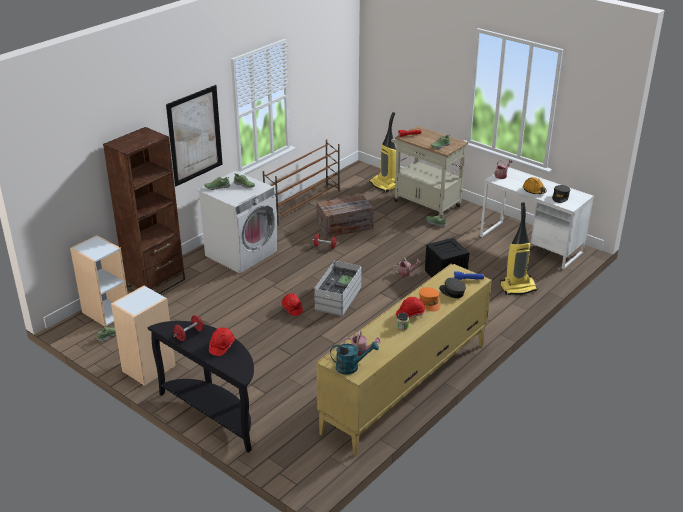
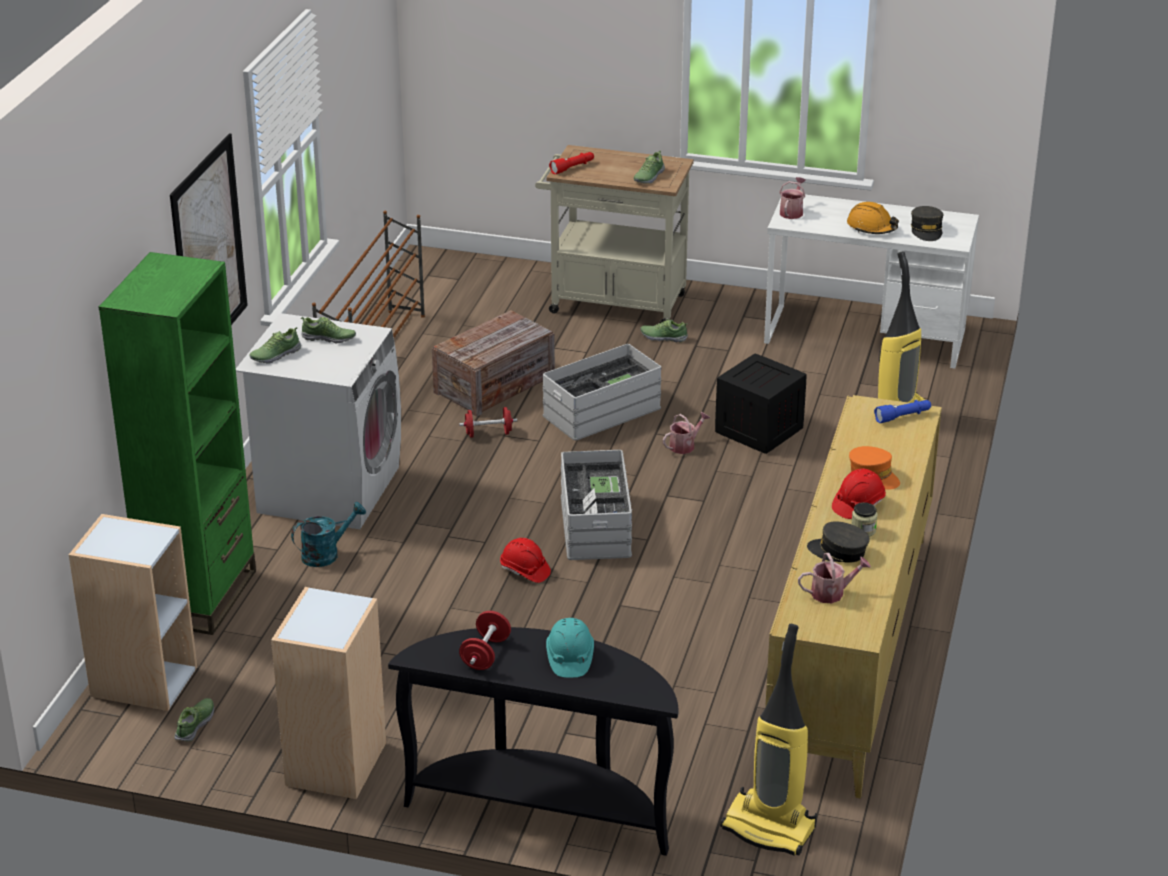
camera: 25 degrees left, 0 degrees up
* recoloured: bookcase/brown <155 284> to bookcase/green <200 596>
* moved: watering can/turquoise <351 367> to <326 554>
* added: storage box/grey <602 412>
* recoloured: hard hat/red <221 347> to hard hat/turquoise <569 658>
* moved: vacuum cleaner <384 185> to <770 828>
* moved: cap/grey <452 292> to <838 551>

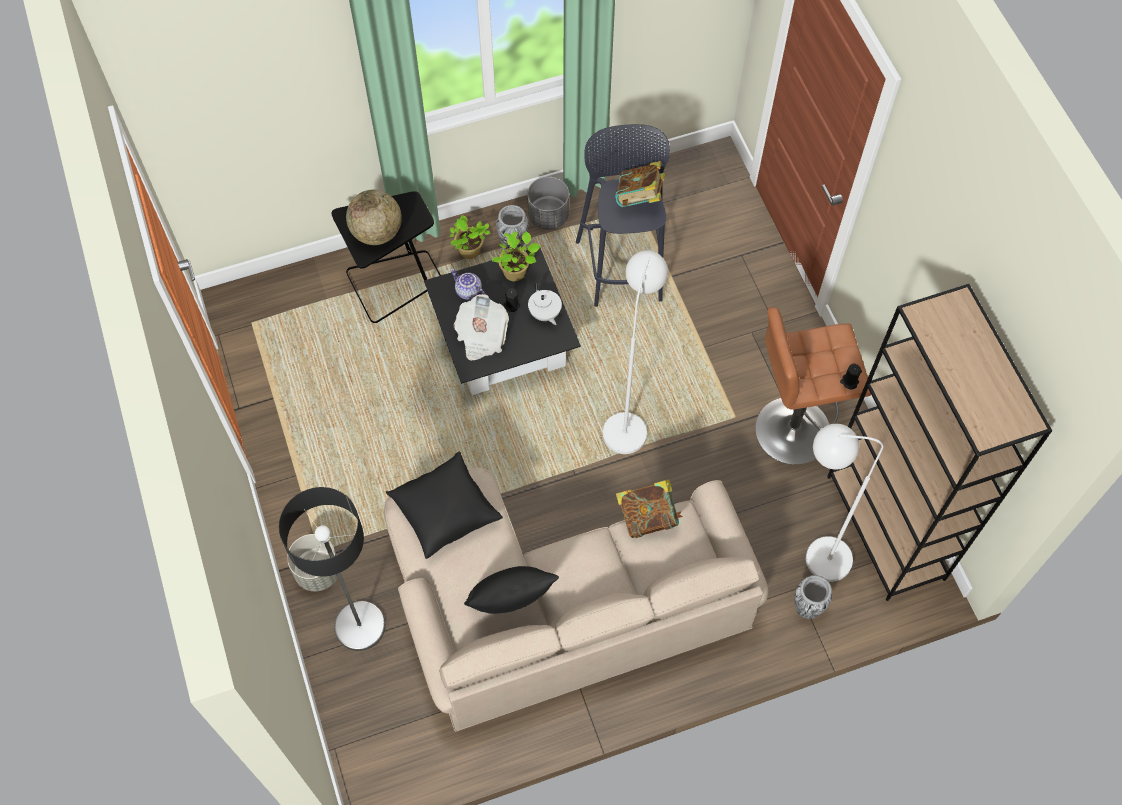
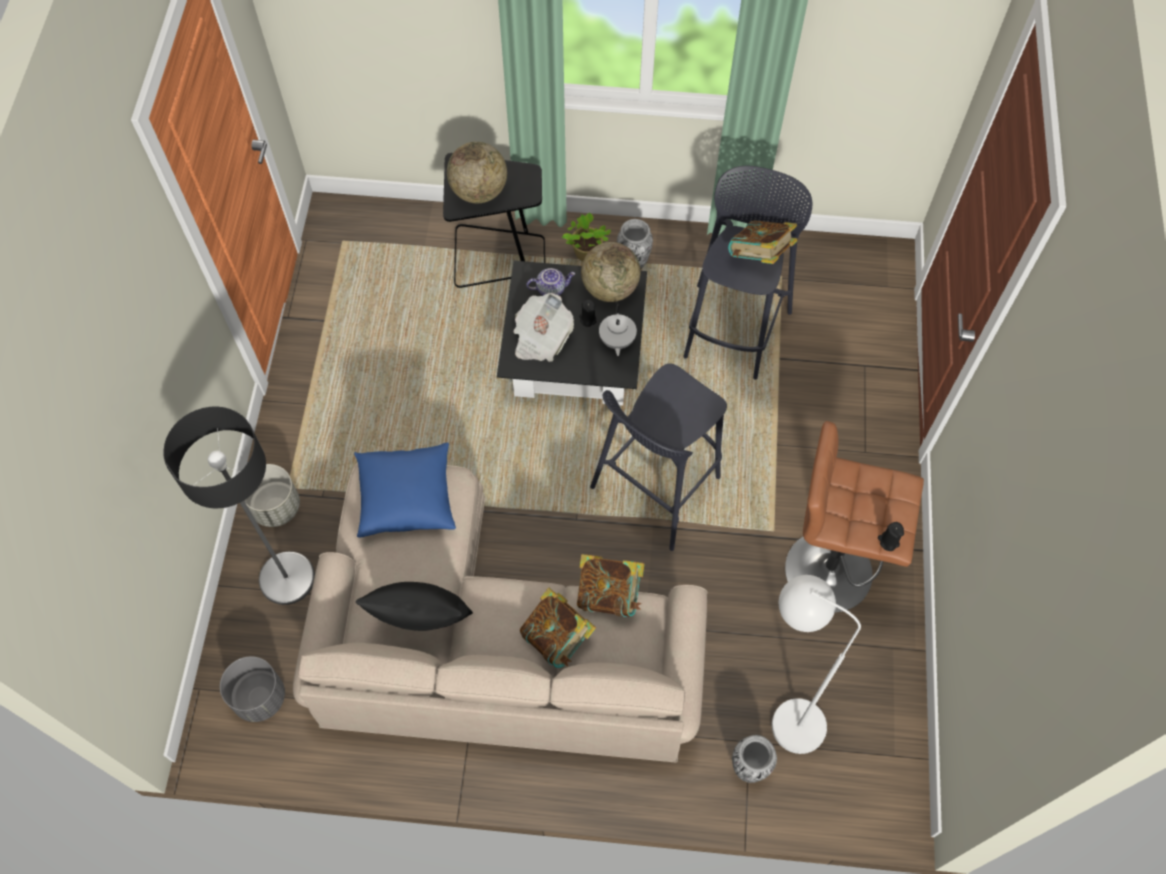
camera: 25 degrees right, 0 degrees up
* moved: planter/grey <548 216> to <259 697>
* recoloured: pillow/black <445 511> to pillow/blue <406 497>
* added: book <557 637>
* turned: teapot <468 291> = <551 288> 105 degrees clockwise
* replaced: potted plant <516 272> to globe <610 288>
* replaced: floor lamp/white <627 422> to stool/grey <657 488>
* removed: bookcase/beige <886 528>

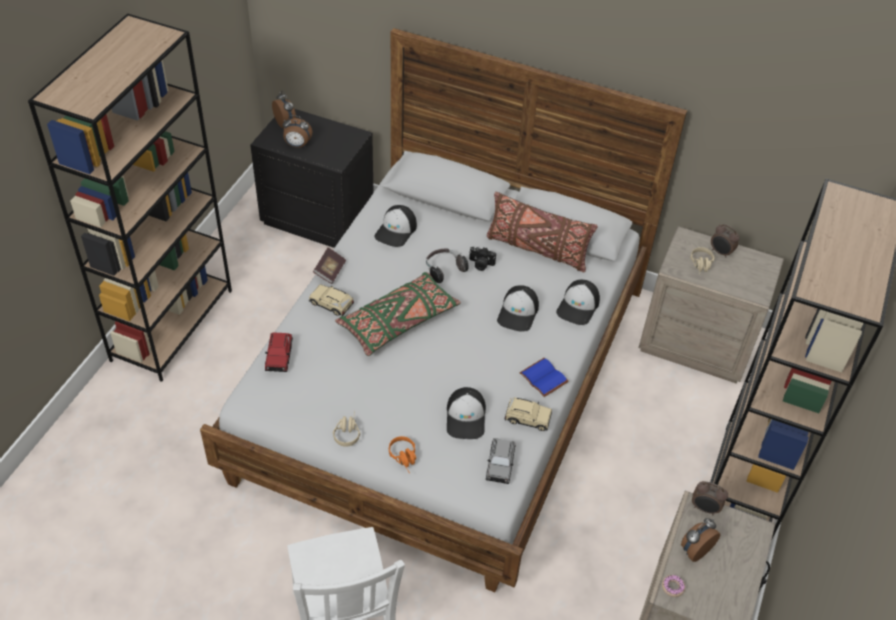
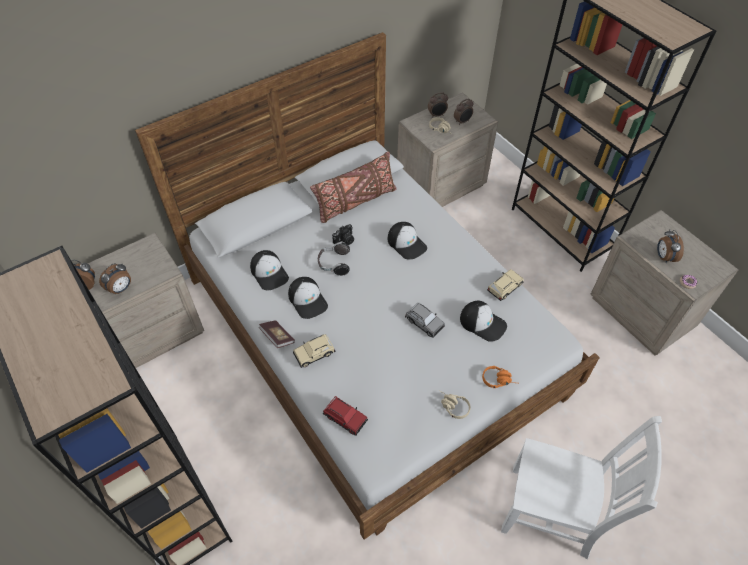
camera: 55 degrees left, 5 degrees up
* recoloured: nightstand/black <318 218> to nightstand/beige <151 332>
* moved: cap <578 306> to <308 300>
* moved: toy car/grey <500 465> to <424 323>
* moved: alarm clock <704 509> to <462 122>
* removed: pillow/green <398 321>
* removed: book/blue <545 378>

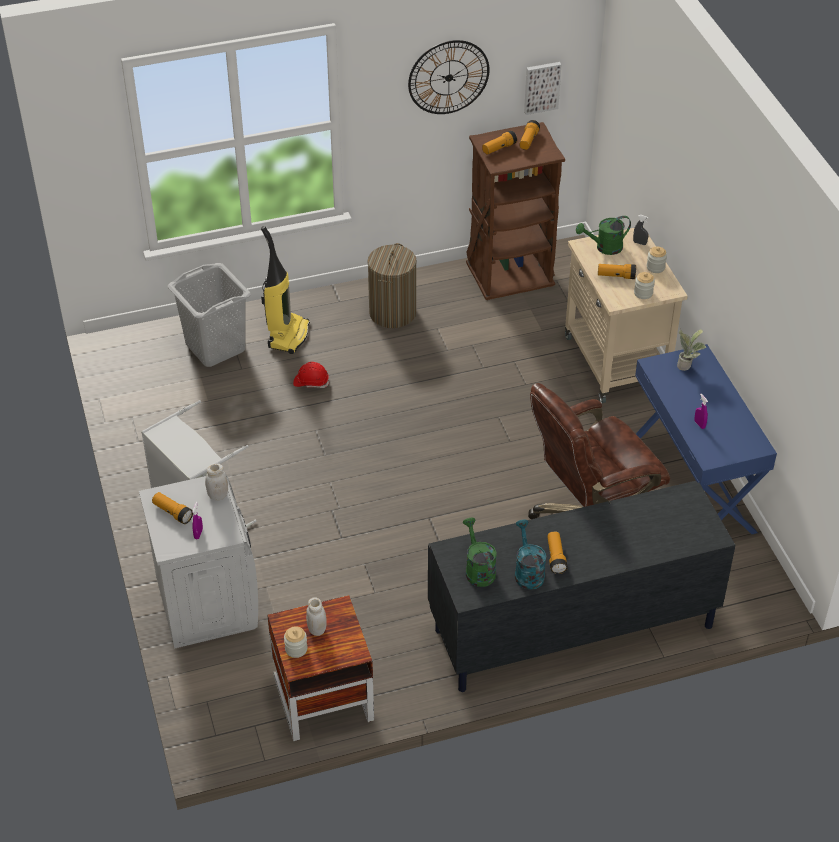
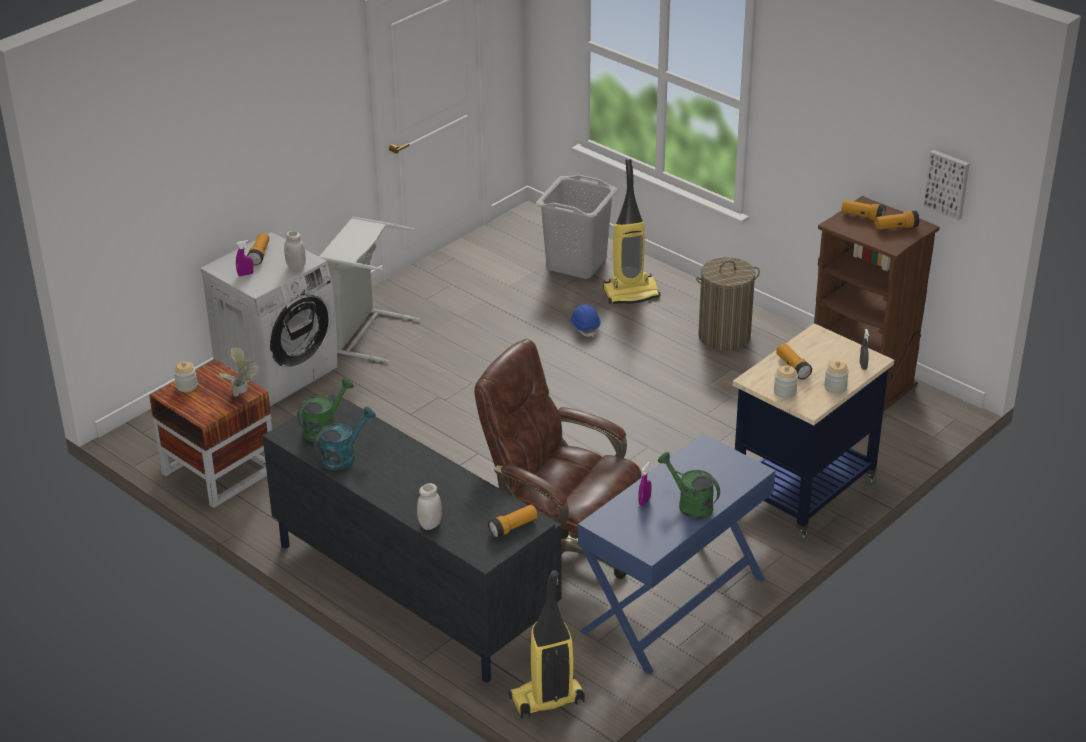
camera: 60 degrees right, 10 degrees down
* moved: potted plant <687 365> to <242 395>
* moved: jar/white <317 629> to <430 524>
* moved: flashlight <555 557> to <513 527>
* added: vacuum cleaner <546 701>
* recoloured: hard hat/red <311 382> to hard hat/blue <584 327>
* moved: watering can/green <604 248> to <690 504>
* recoloured: cart/beige <616 364> to cart/blue <803 495>
* removed: wall clock <448 77>

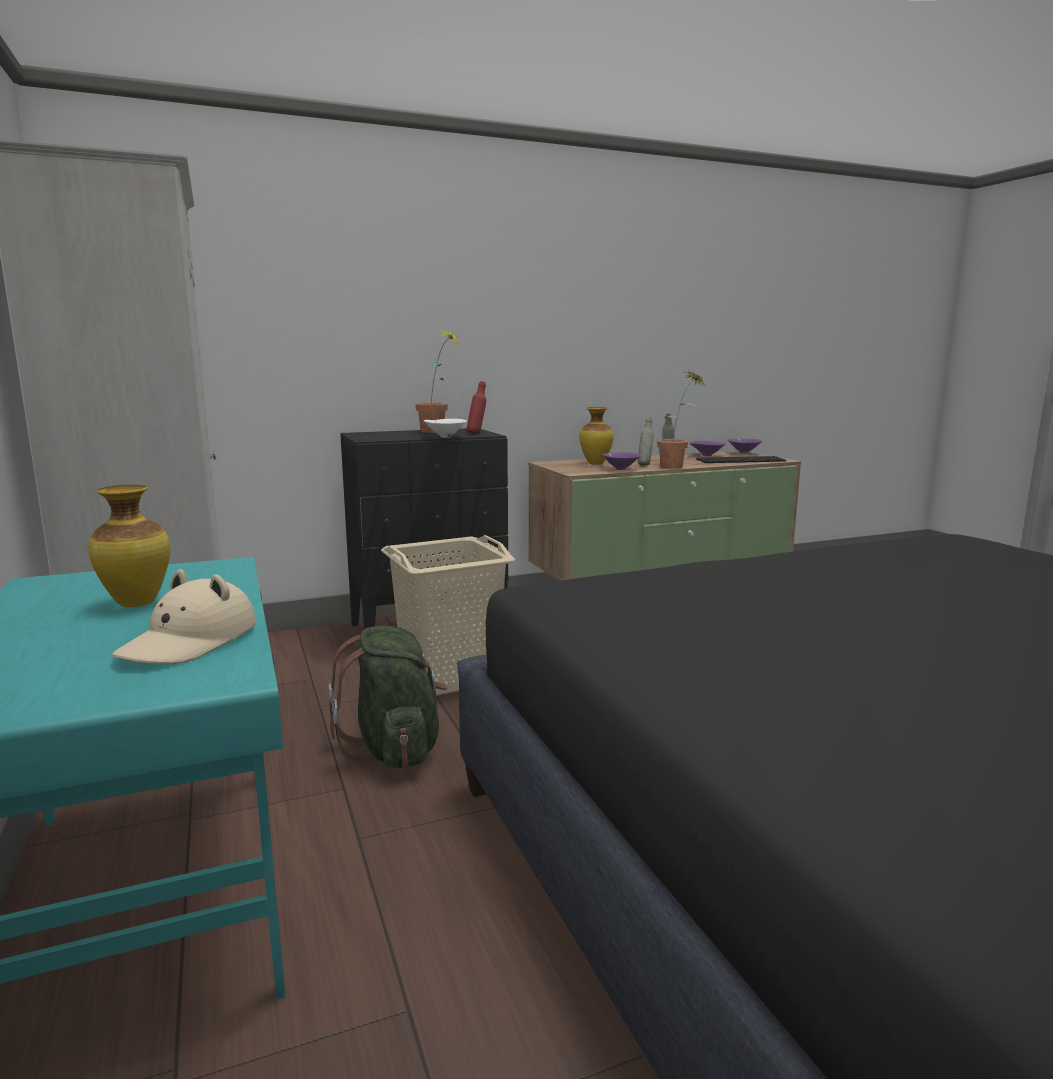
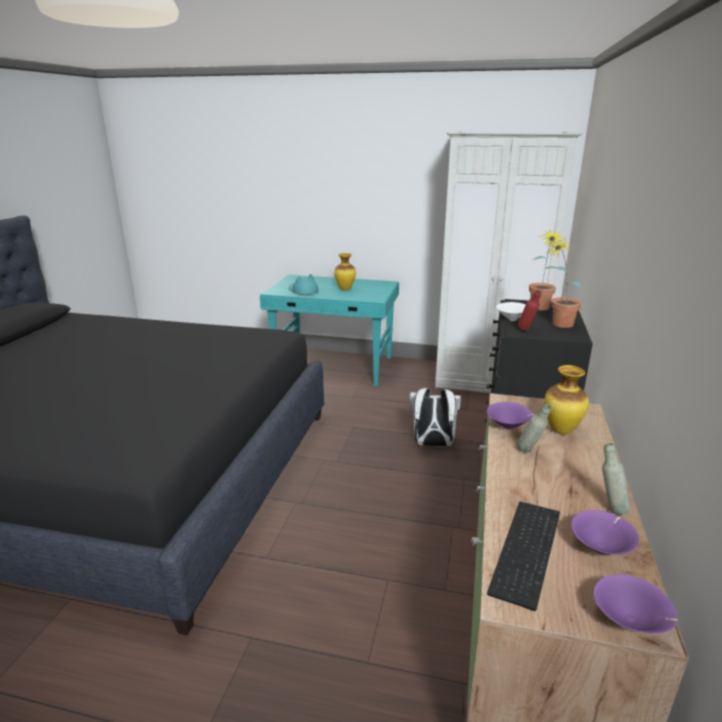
camera: 125 degrees right, 10 degrees up
* recoloured: hat/beige <190 641> to hat/turquoise <302 291>
* replaced: laundry basket/beige <450 677> to backpack/white <432 444>
* moved: potted plant <677 466> to <539 309>
* removed: backpack/green <394 749>

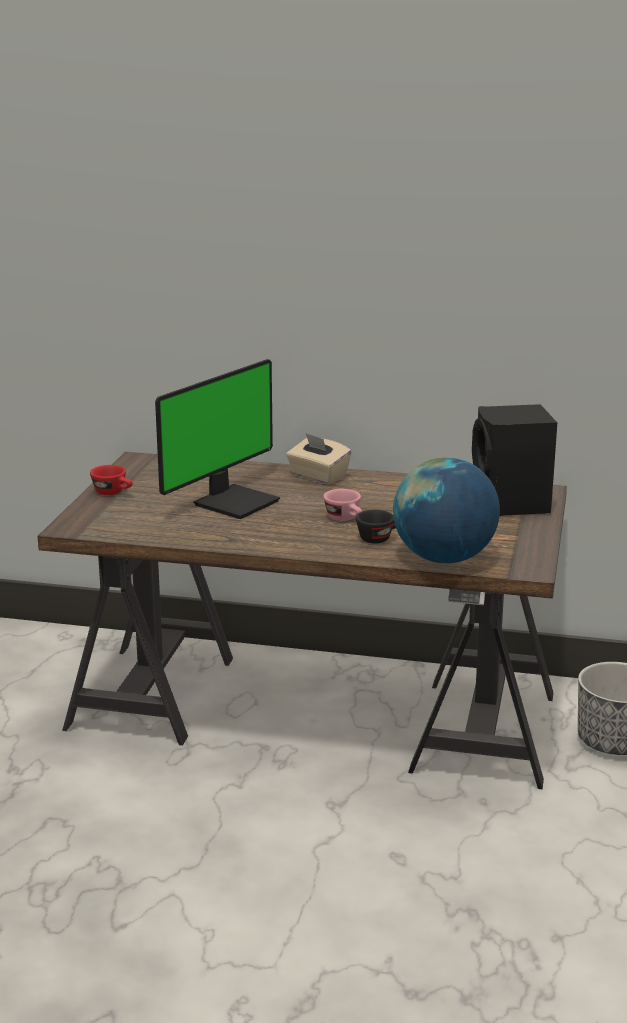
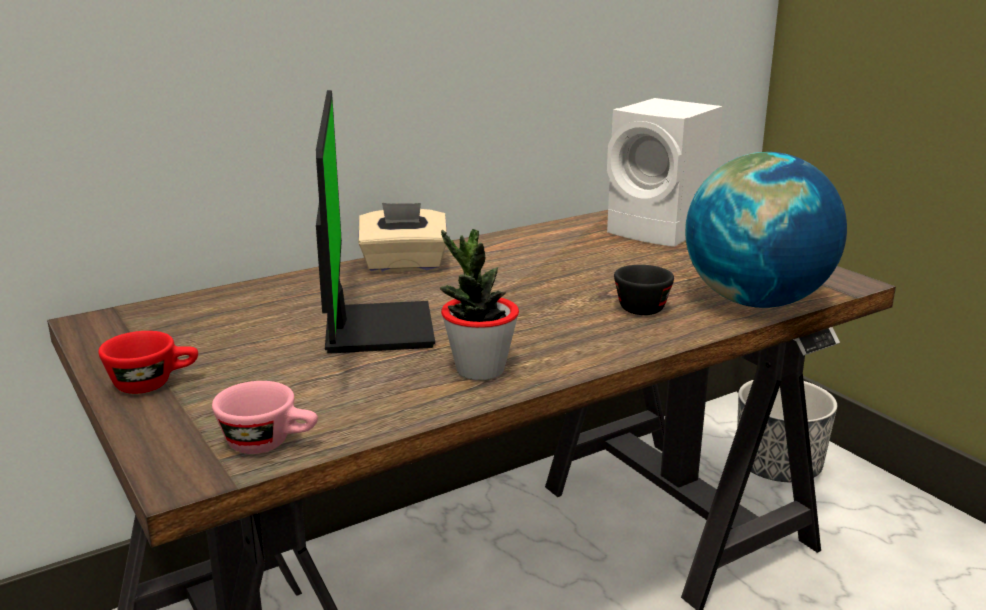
camera: 45 degrees left, 0 degrees up
* moved: cup/pink <345 519> to <270 443>
* added: potted plant <479 370>
* recoloured: speaker/black <511 506> to speaker/white <662 231>

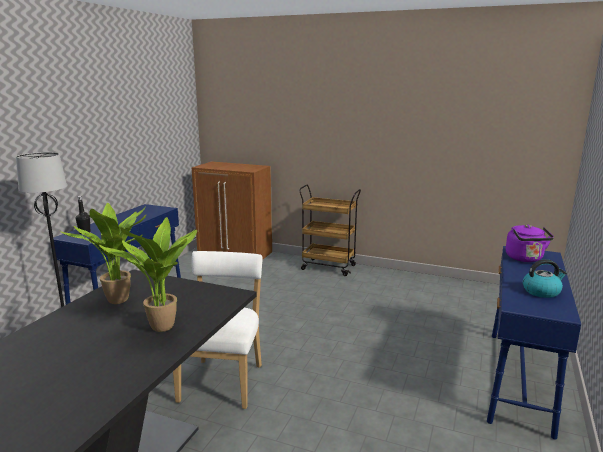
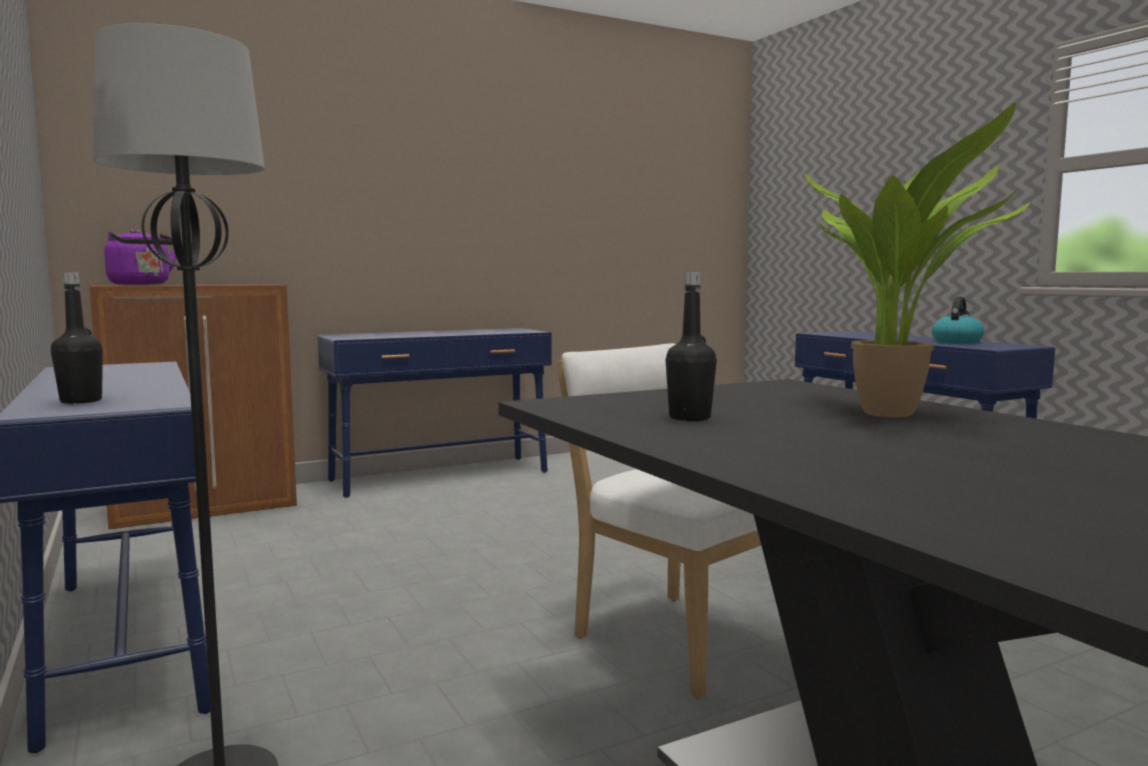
camera: 50 degrees left, 10 degrees down
* moved: kettle/purple <525 259> to <142 285>
* replaced: cart/brown <329 267> to console table/blue <441 476>
* replaced: potted plant <121 301> to bottle/black <689 418>

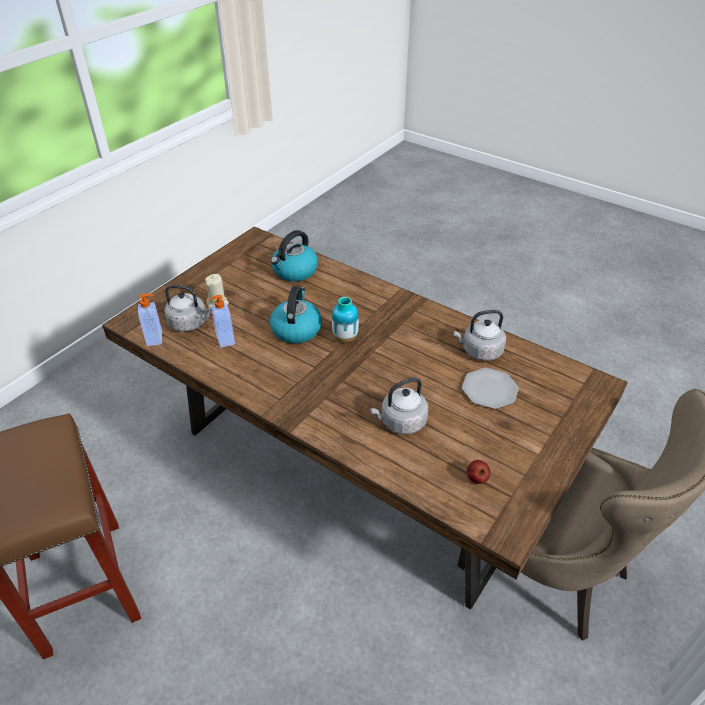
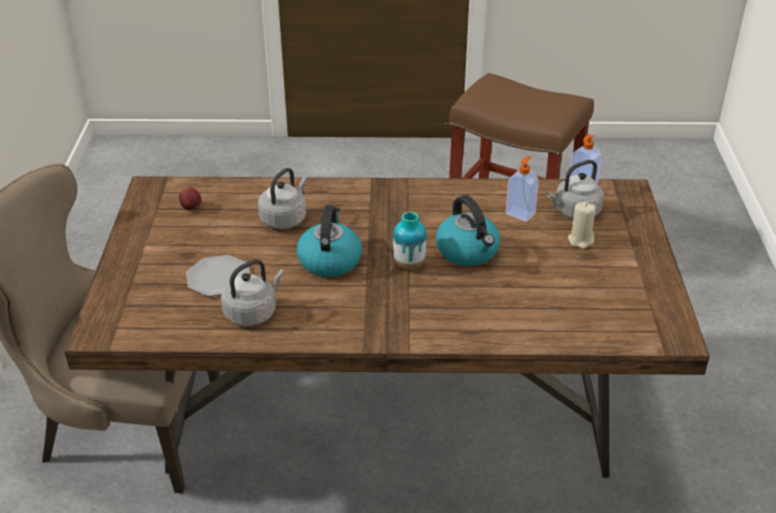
camera: 145 degrees right, 5 degrees down
* moved: kettle <294 271> to <329 260>

